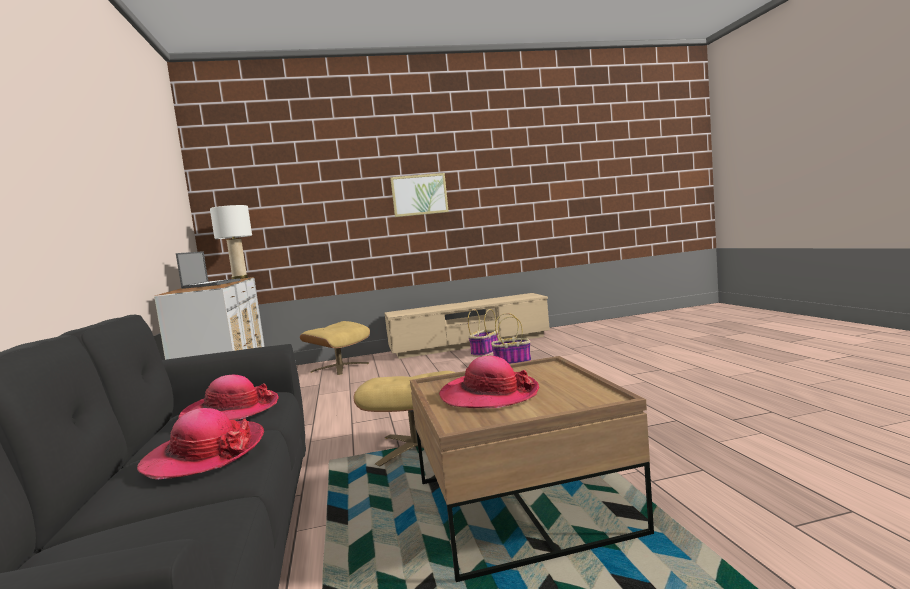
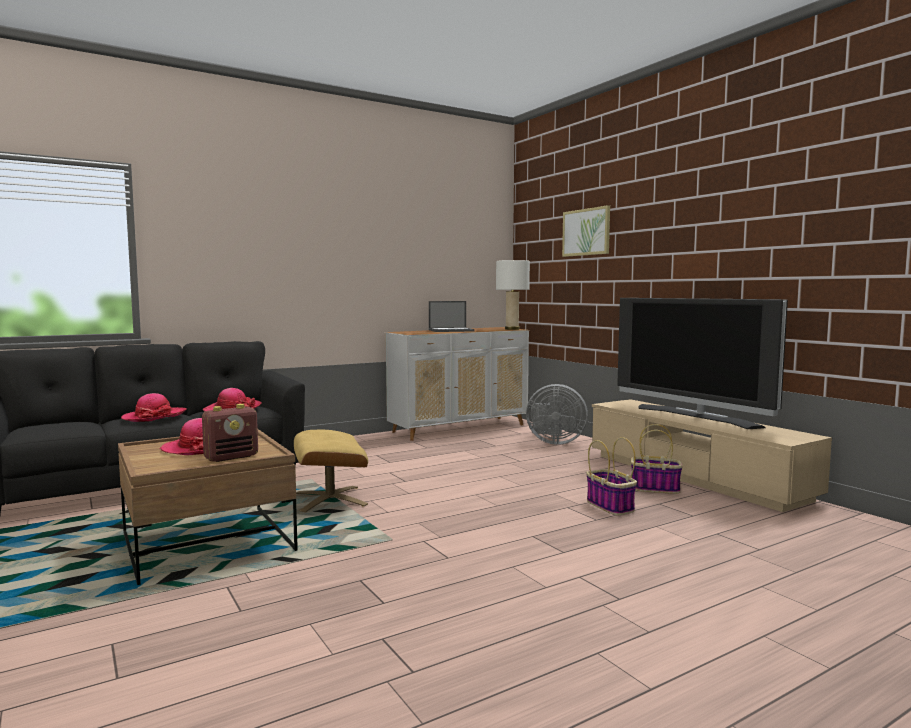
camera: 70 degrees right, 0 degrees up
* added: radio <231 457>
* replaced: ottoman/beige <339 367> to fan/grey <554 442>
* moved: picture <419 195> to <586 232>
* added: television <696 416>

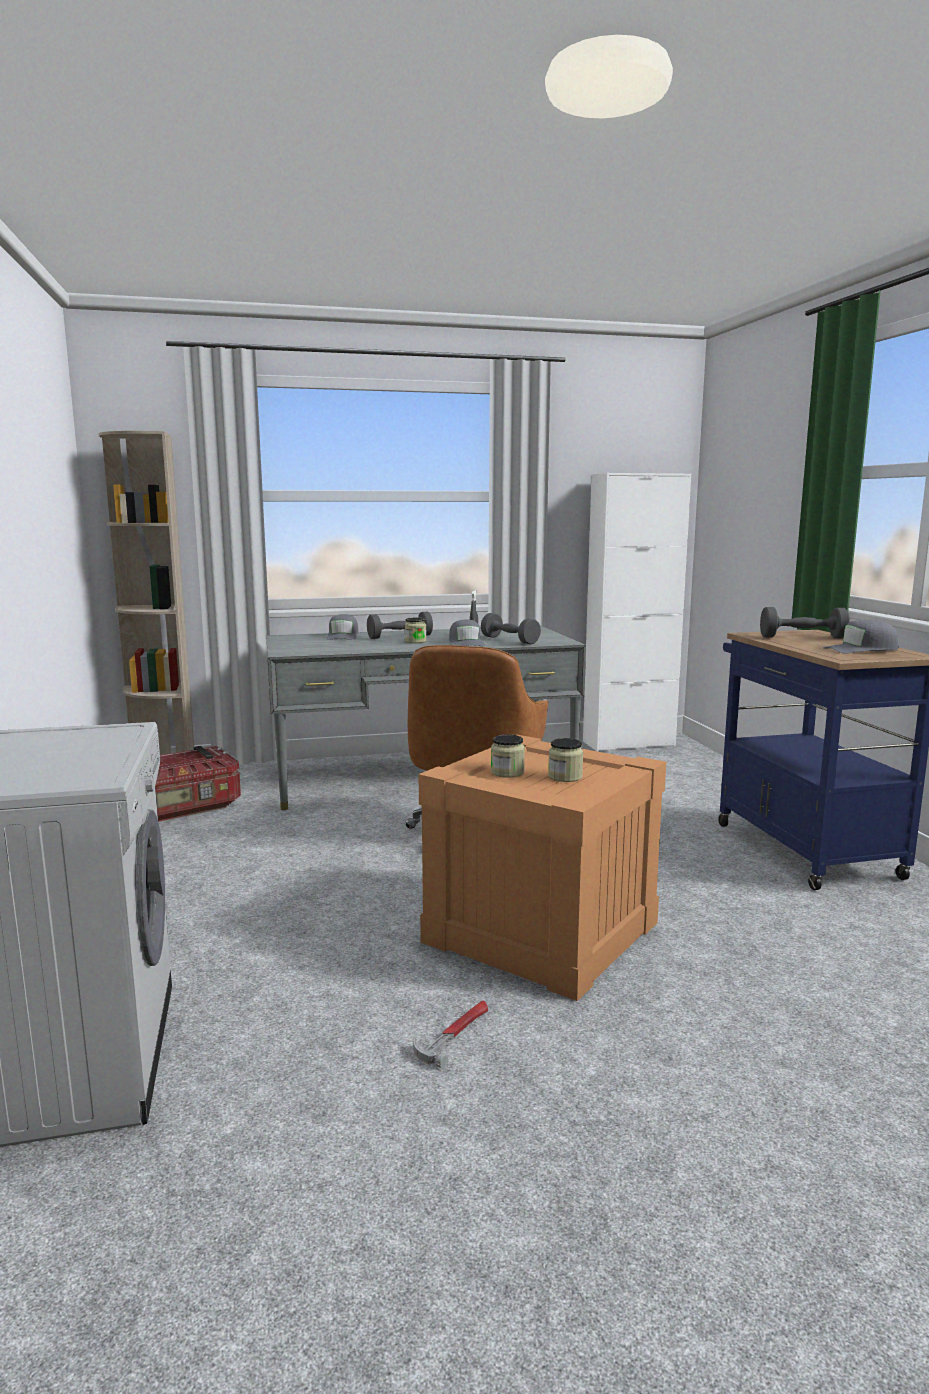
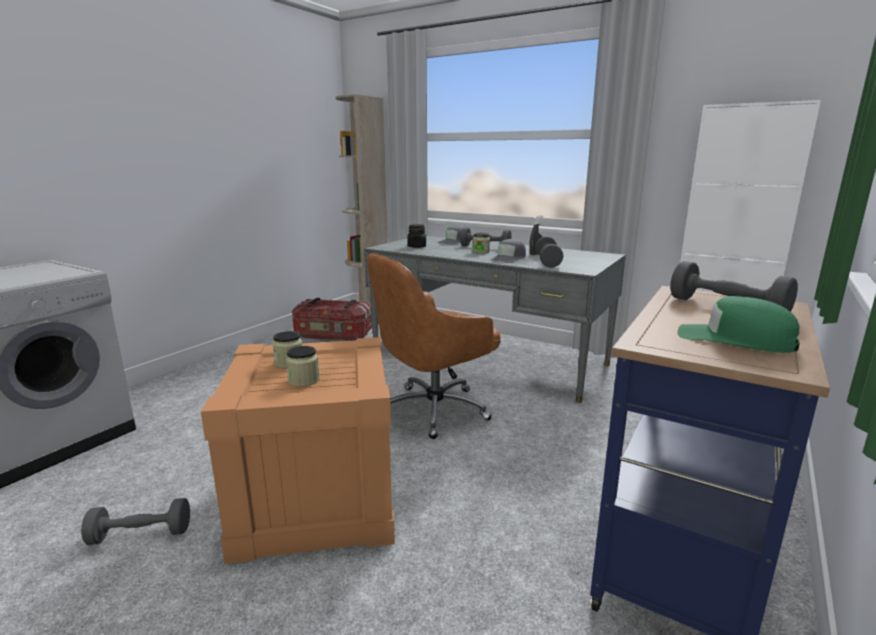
camera: 45 degrees right, 5 degrees up
* replaced: hammer <454 1034> to dumbbell/grey <141 535>
* added: jar/black <417 246>
* recoloured: cap/grey <861 649> to cap/green <734 339>

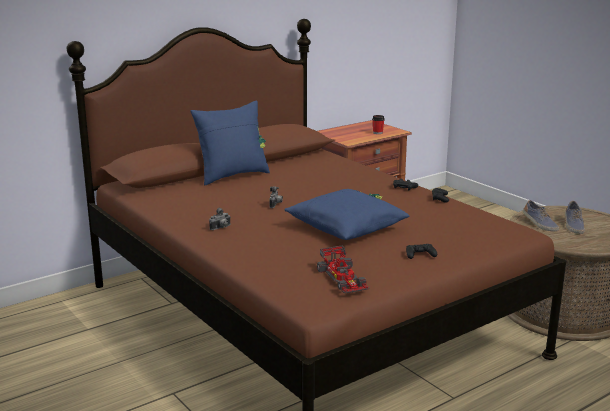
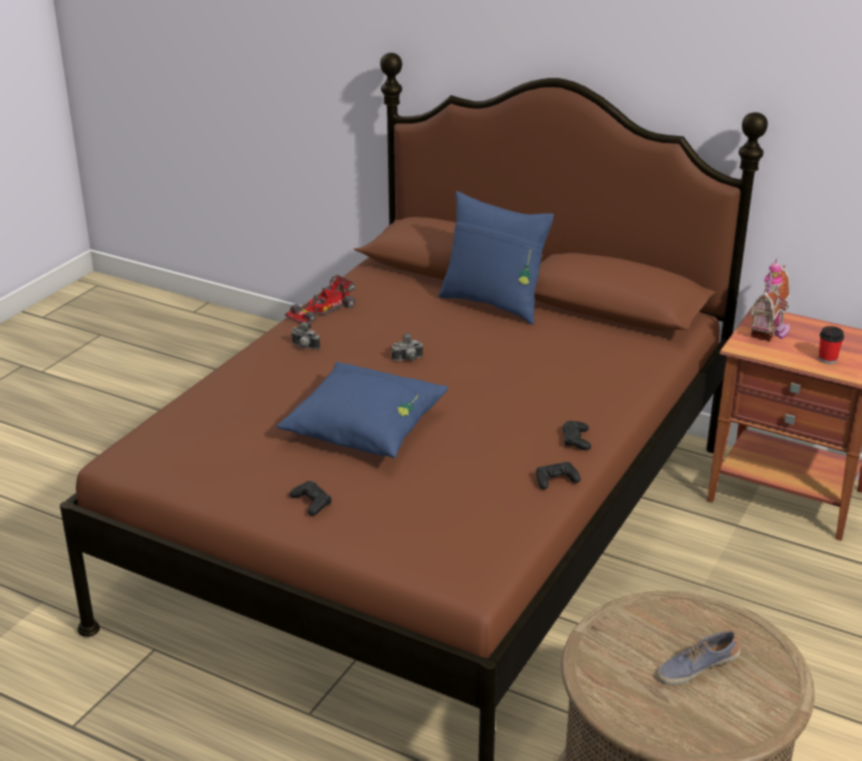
camera: 65 degrees right, 10 degrees up
* moved: toy car <343 277> to <321 309>
* added: toy house <771 330>
* removed: shoe <539 224>

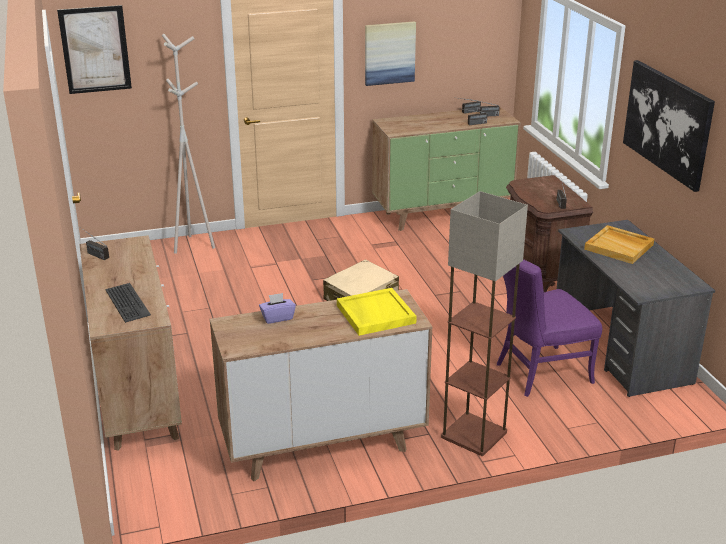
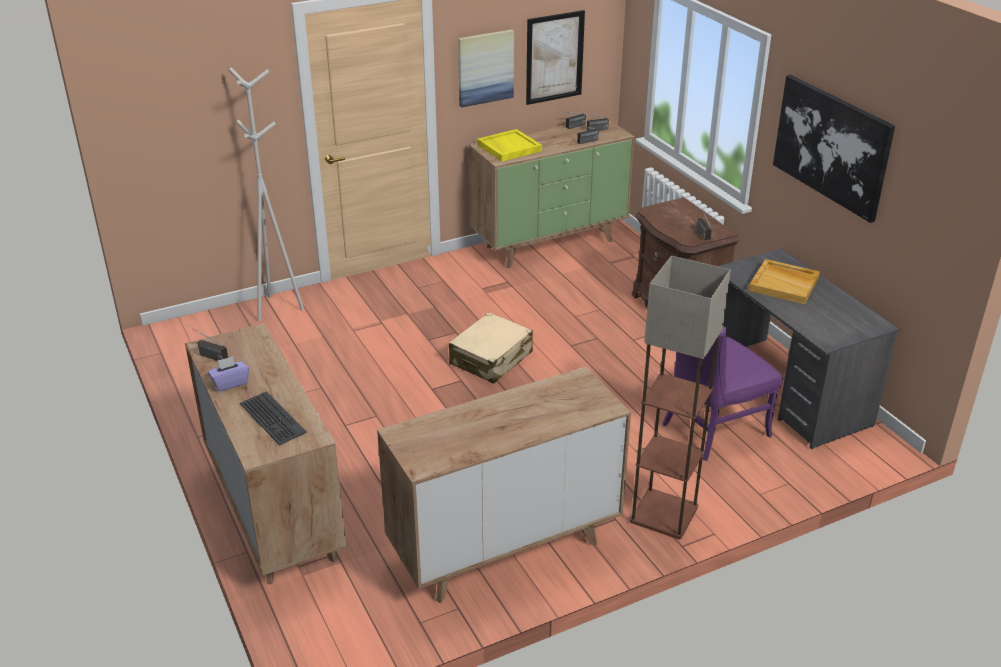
camera: 10 degrees left, 5 degrees up
* moved: tissue box/purple <277 318> to <230 383>
* moved: tray/yellow <375 314> to <508 147>
* moved: picture <95 49> to <554 57>

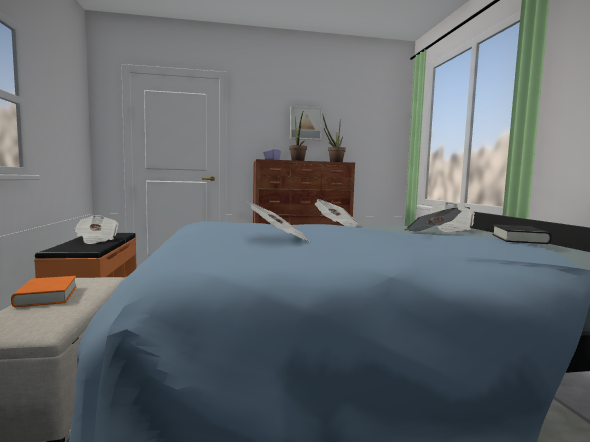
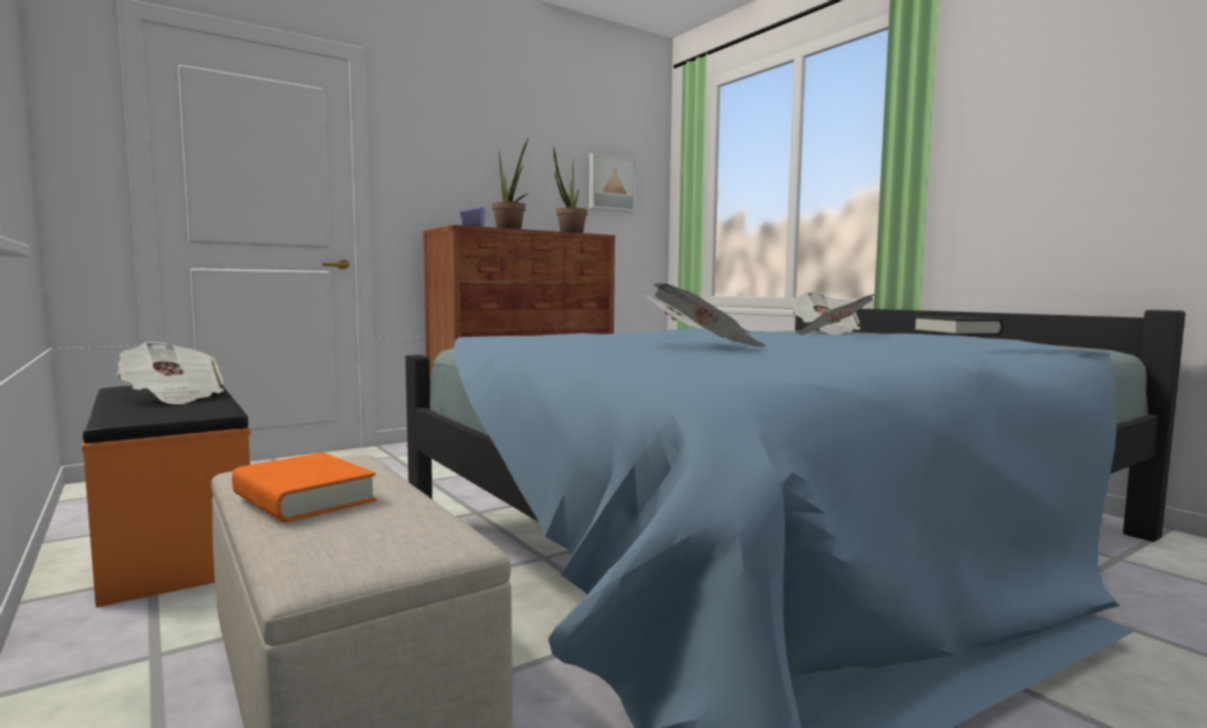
camera: 25 degrees left, 0 degrees up
* moved: picture <305 123> to <611 183>

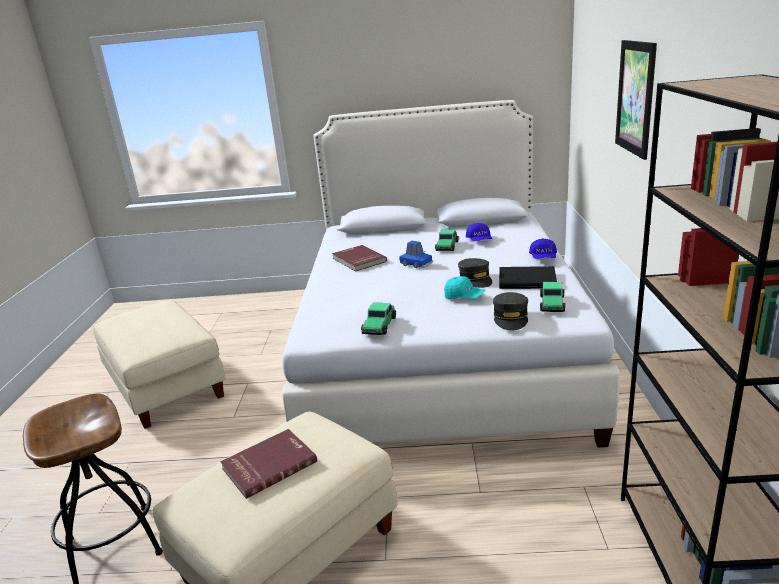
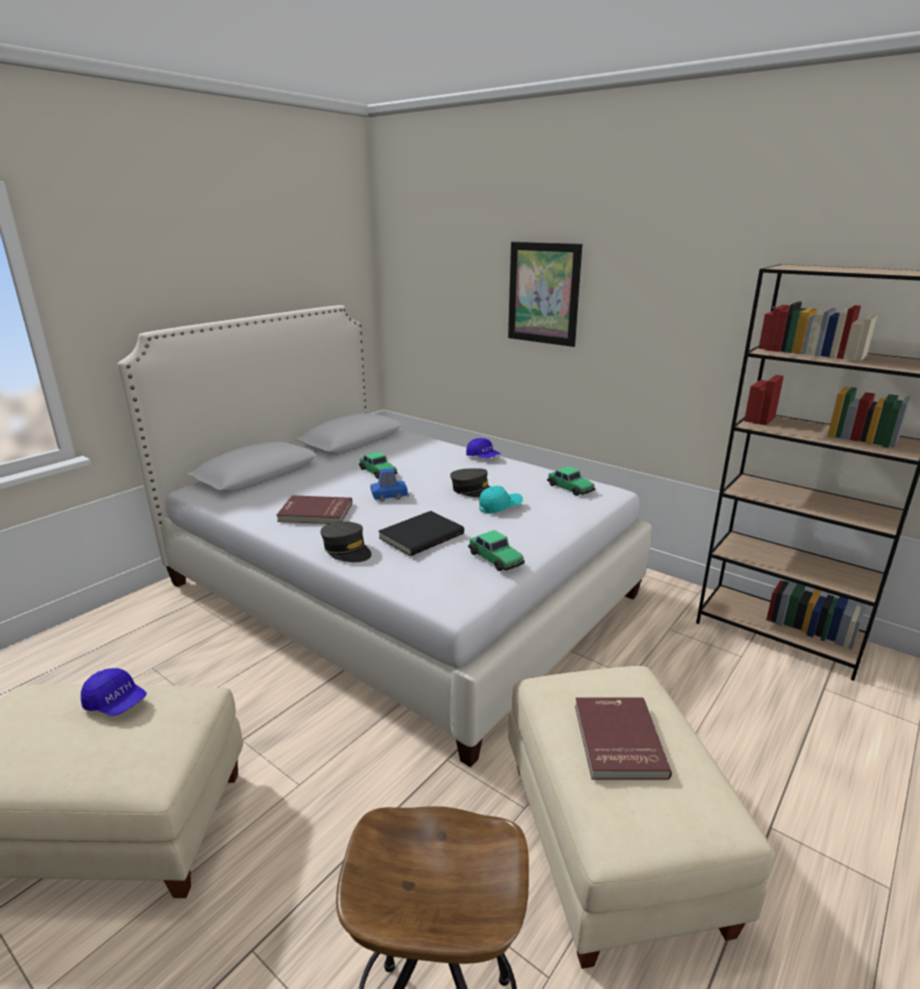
camera: 55 degrees left, 0 degrees up
* moved: cap/blue <479 240> to <116 703>
* moved: cap/grey <511 318> to <347 550>
* moved: book/black <527 280> to <420 535>

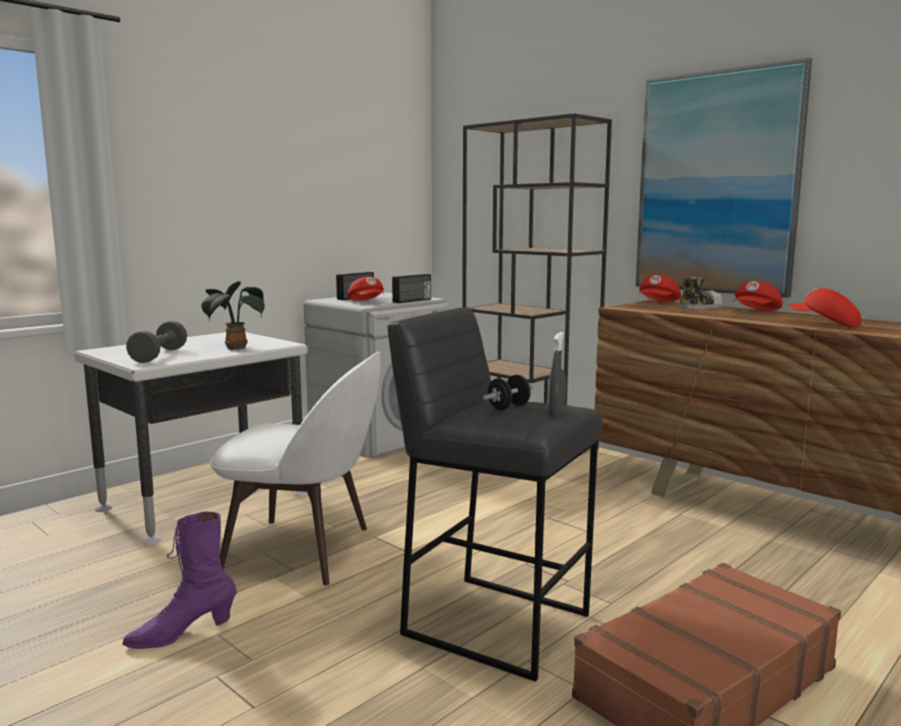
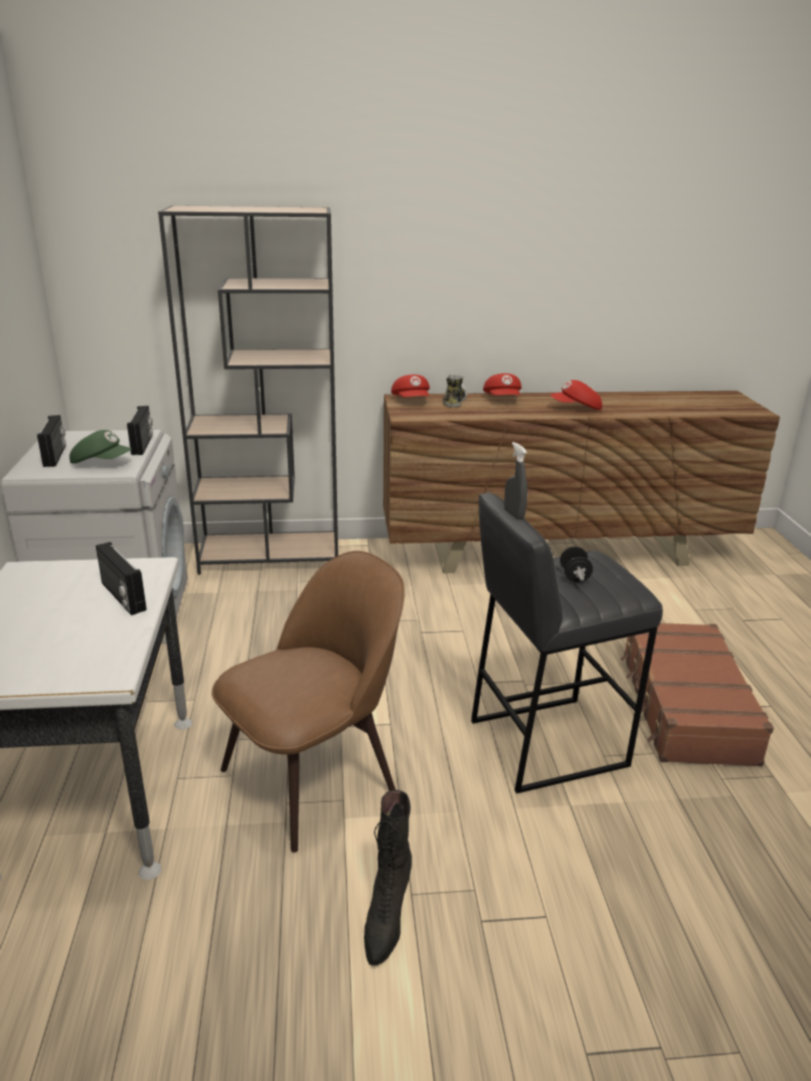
camera: 50 degrees left, 15 degrees up
* recoloured: cap/red <367 302> to cap/green <102 463>
* replaced: potted plant <235 348> to radio <122 597>
* recoloured: chair/white <303 551> to chair/brown <314 777>
* recoloured: boot/purple <182 633> to boot/black <386 917>
* moved: spray bottle/grey <556 412> to <514 514>
* removed: dumbbell/grey <159 355>
* removed: picture <716 183>

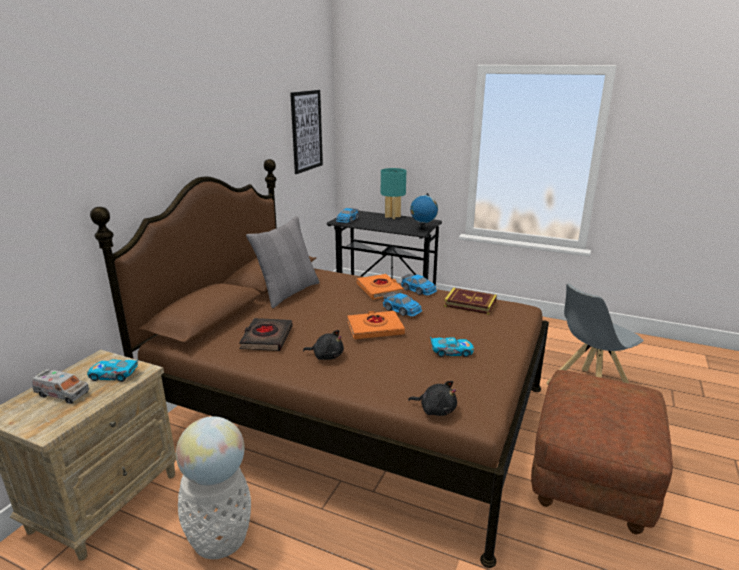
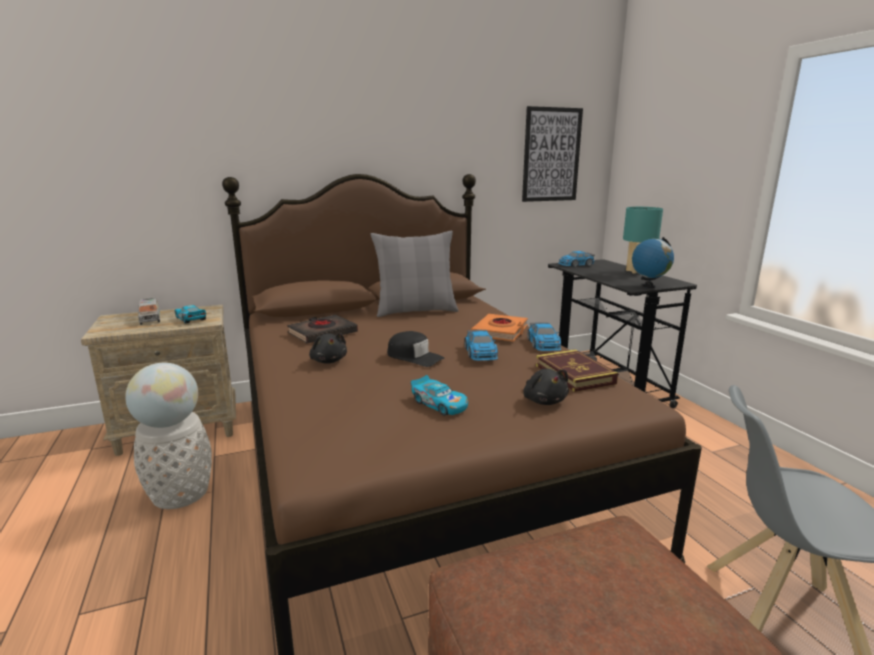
camera: 45 degrees right, 5 degrees down
* replaced: book/orange <375 329> to cap/black <414 357>
* moved: plush toy/black <435 410> to <544 401>

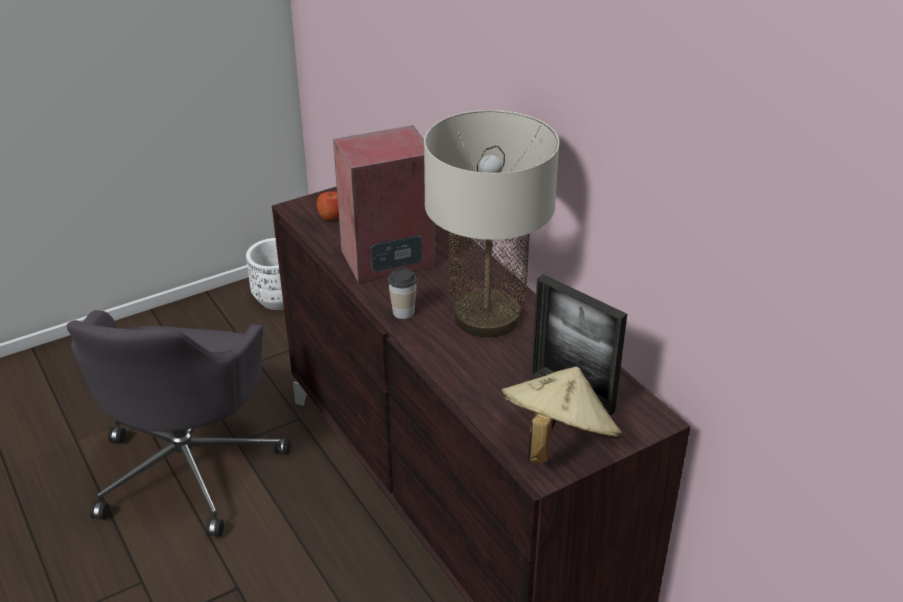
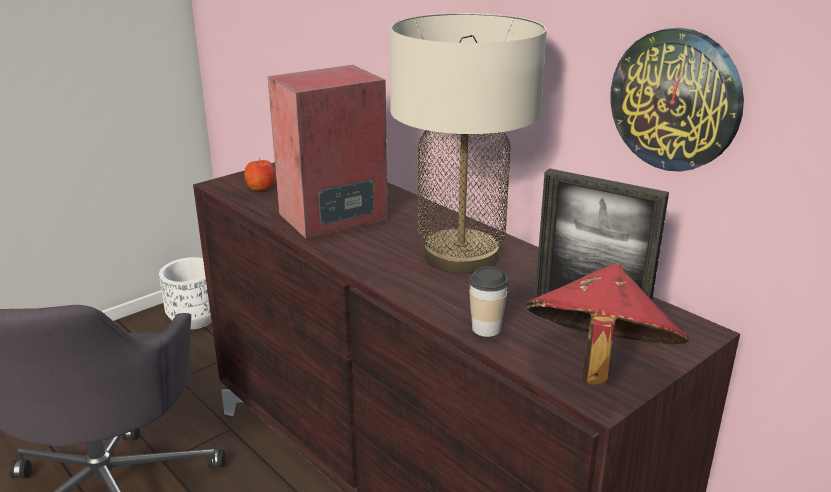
camera: 10 degrees left, 10 degrees down
* moved: cup <403 312> to <486 328>
* recoloured: hat/beige <557 442> to hat/red <597 365>
* added: wall clock <675 100>

